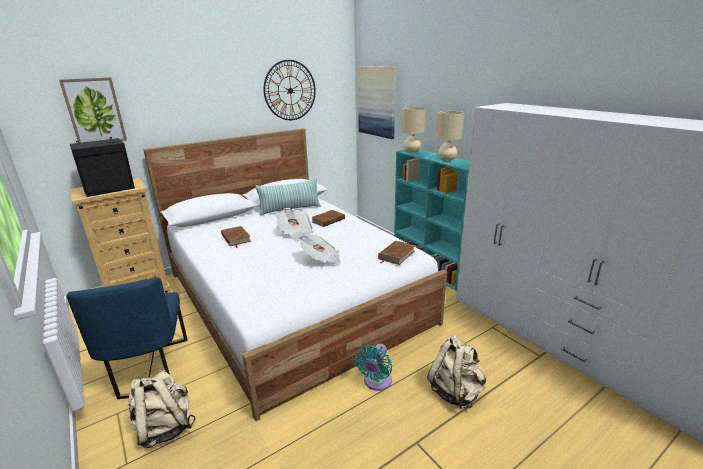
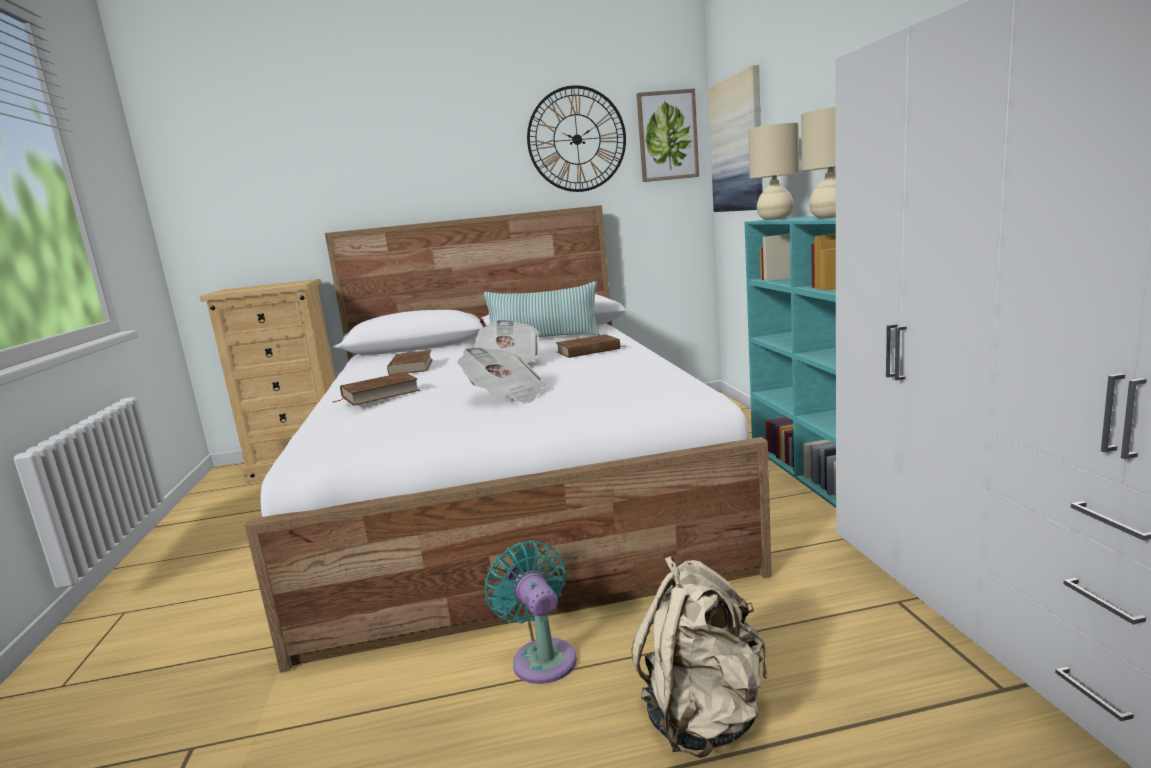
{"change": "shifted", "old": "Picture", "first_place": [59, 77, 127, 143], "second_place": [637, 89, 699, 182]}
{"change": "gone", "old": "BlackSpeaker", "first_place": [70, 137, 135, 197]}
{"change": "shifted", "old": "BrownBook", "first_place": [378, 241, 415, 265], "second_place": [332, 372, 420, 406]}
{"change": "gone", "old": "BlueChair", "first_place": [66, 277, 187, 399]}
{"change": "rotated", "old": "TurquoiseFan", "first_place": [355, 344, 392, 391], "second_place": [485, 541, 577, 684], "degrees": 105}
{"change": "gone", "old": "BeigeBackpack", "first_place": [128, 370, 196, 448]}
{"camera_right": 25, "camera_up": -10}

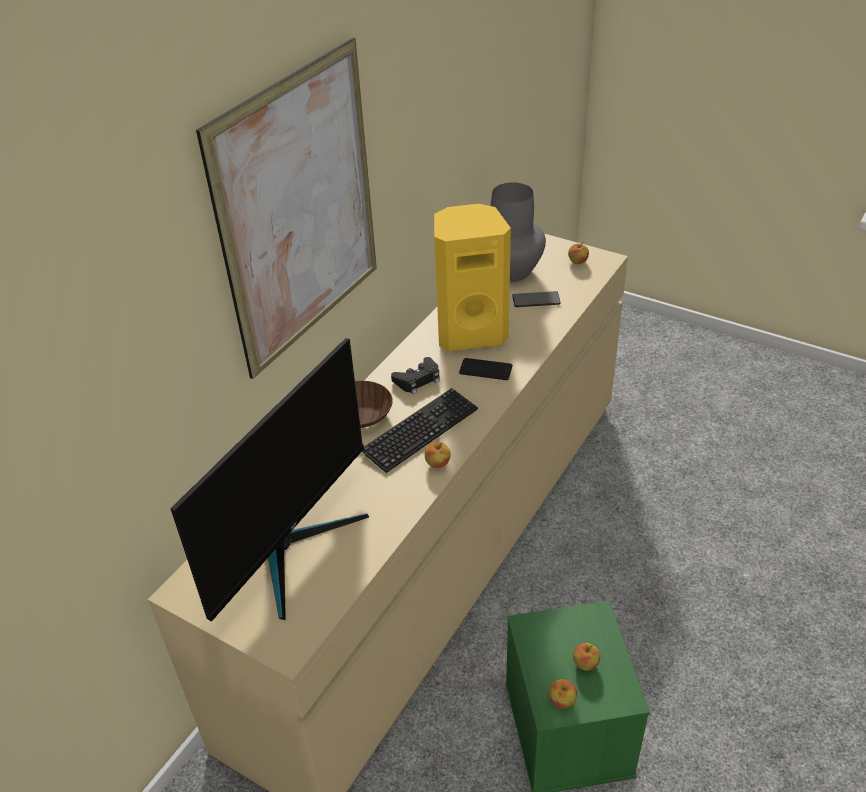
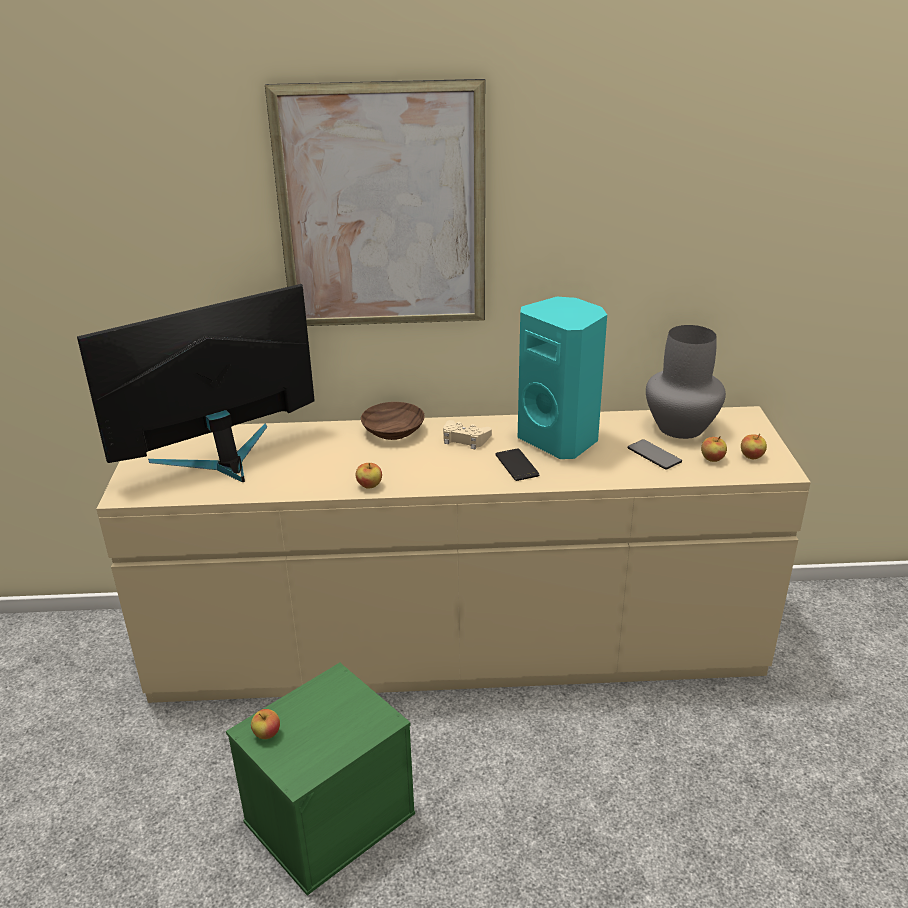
{"change": "repainted", "old": "YellowSpeaker", "new": "TurquoiseSpeaker", "first_place": [434, 204, 511, 351], "second_place": [518, 297, 607, 459]}
{"change": "rotated", "old": "Monitor", "first_place": [171, 338, 369, 621], "second_place": [77, 284, 315, 482], "degrees": 150}
{"change": "repainted", "old": "BlackGameController", "new": "BeigeGameController", "first_place": [391, 357, 440, 394], "second_place": [443, 420, 492, 449]}
{"change": "gone", "old": "Keyboard", "first_place": [362, 388, 478, 473]}
{"change": "shifted", "old": "Apple", "first_place": [573, 643, 600, 671], "second_place": [701, 436, 727, 462]}
{"camera_right": 55, "camera_up": -10}

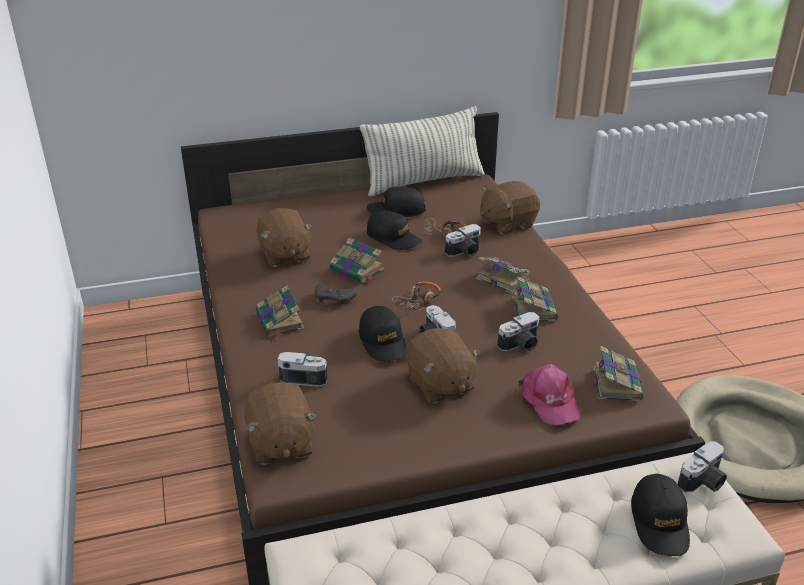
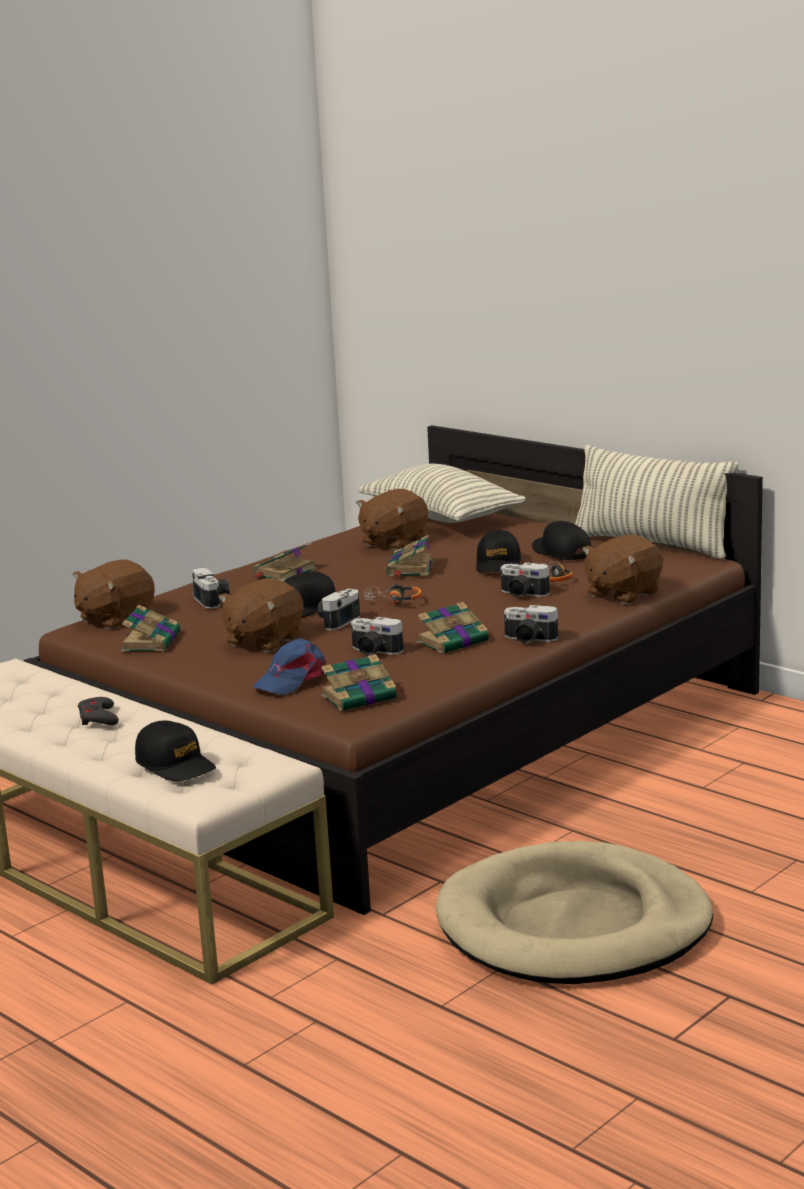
{"change": "rotated", "old": "BrownPlushToy", "first_place": [480, 181, 540, 235], "second_place": [582, 535, 663, 604], "degrees": -75}
{"change": "shifted", "old": "Book", "first_place": [476, 257, 531, 293], "second_place": [121, 605, 180, 652]}
{"change": "shifted", "old": "GreyGameController", "first_place": [315, 284, 357, 306], "second_place": [78, 697, 119, 725]}
{"change": "repainted", "old": "PinkCap", "new": "BlueCap", "first_place": [518, 364, 581, 425], "second_place": [252, 638, 326, 695]}
{"change": "shifted", "old": "PhotoCamera", "first_place": [678, 441, 727, 493], "second_place": [504, 605, 558, 644]}
{"change": "rotated", "old": "BlackCap", "first_place": [631, 474, 690, 556], "second_place": [135, 720, 216, 781], "degrees": -105}
{"change": "new", "new": "Pillow", "second_place": [358, 464, 526, 523]}
{"camera_right": 60, "camera_up": -15}

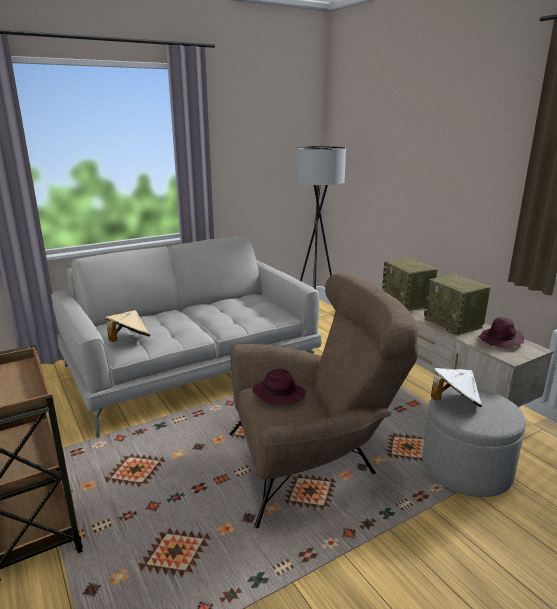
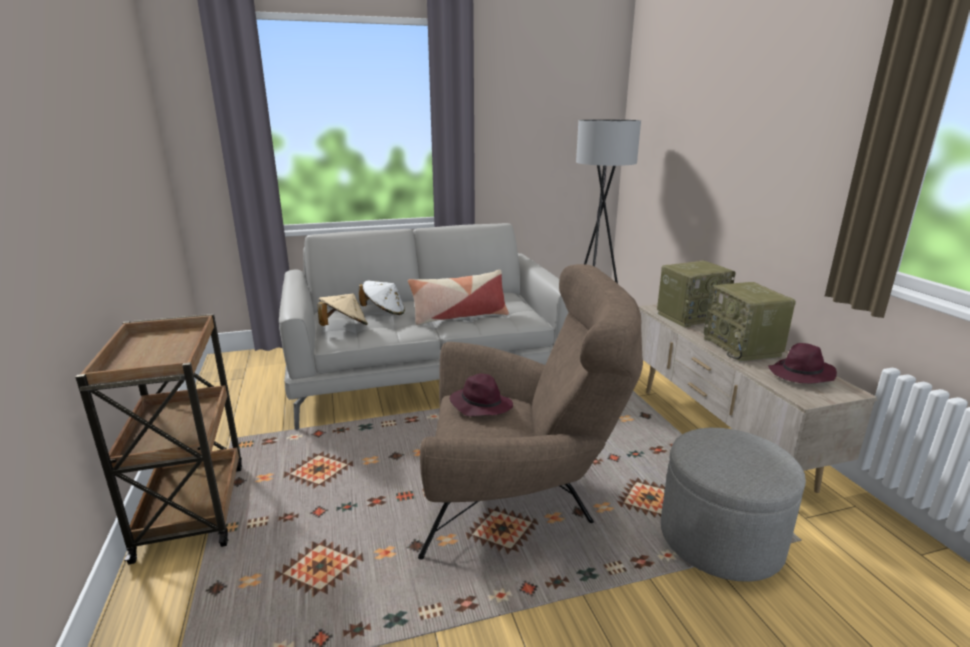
{"change": "rotated", "old": "Radio", "first_place": [382, 258, 437, 311], "second_place": [657, 260, 736, 328], "degrees": -105}
{"change": "shifted", "old": "WhiteHat", "first_place": [431, 368, 483, 407], "second_place": [358, 280, 405, 315]}
{"change": "new", "new": "Pillow", "second_place": [408, 270, 509, 325]}
{"camera_right": 15, "camera_up": 0}

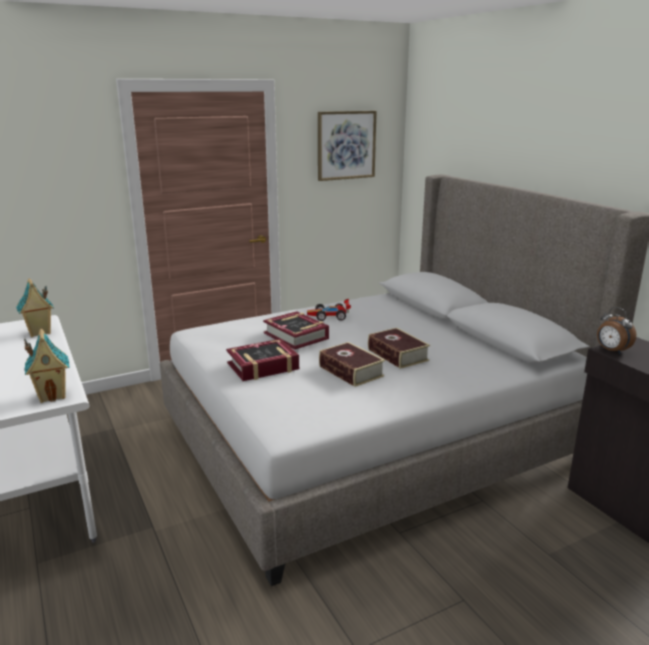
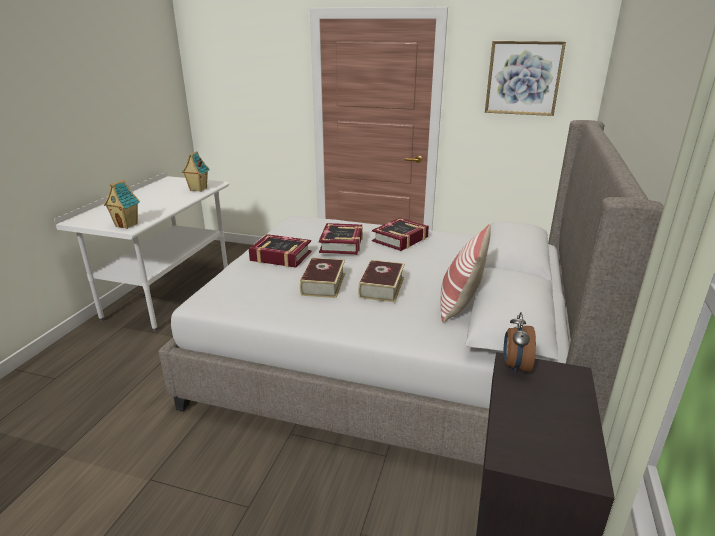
{"change": "swapped", "old": "ToyCar", "new": "Book", "first_place": [307, 299, 351, 321], "second_place": [372, 218, 429, 251]}
{"change": "new", "new": "Pillow", "second_place": [441, 224, 491, 323]}
{"camera_right": 45, "camera_up": 5}

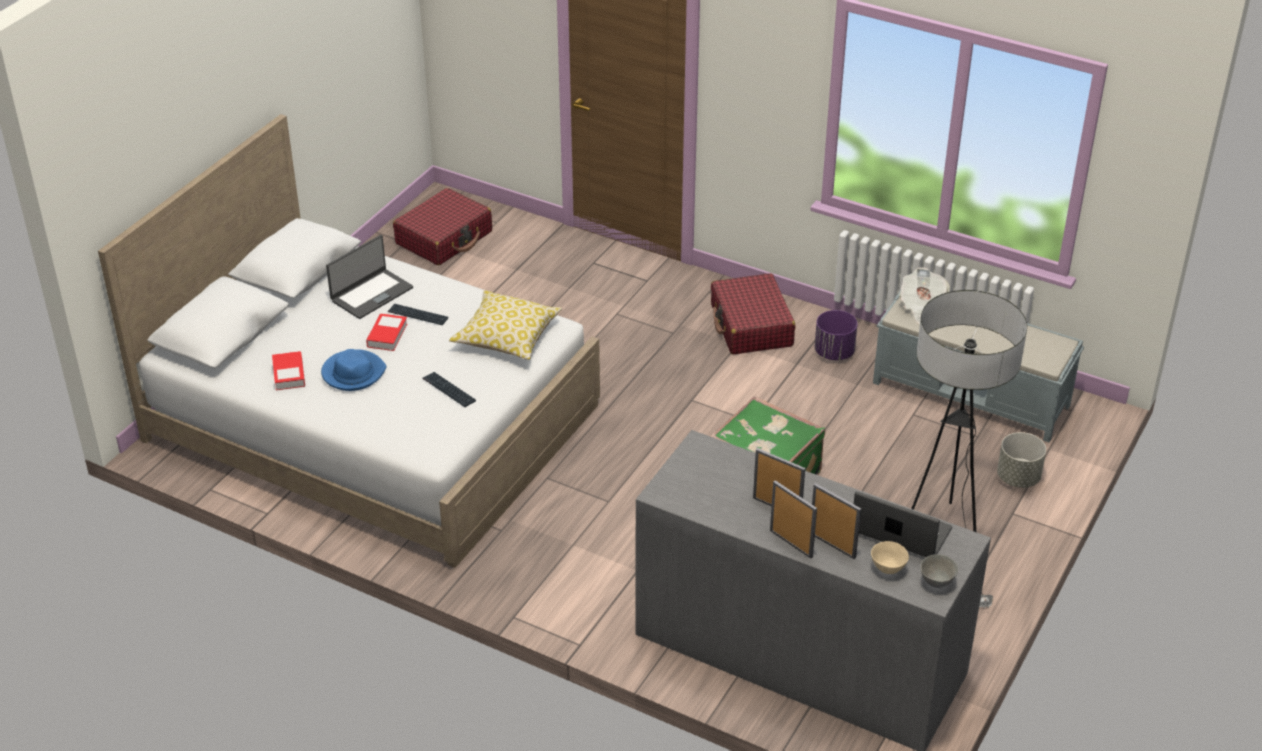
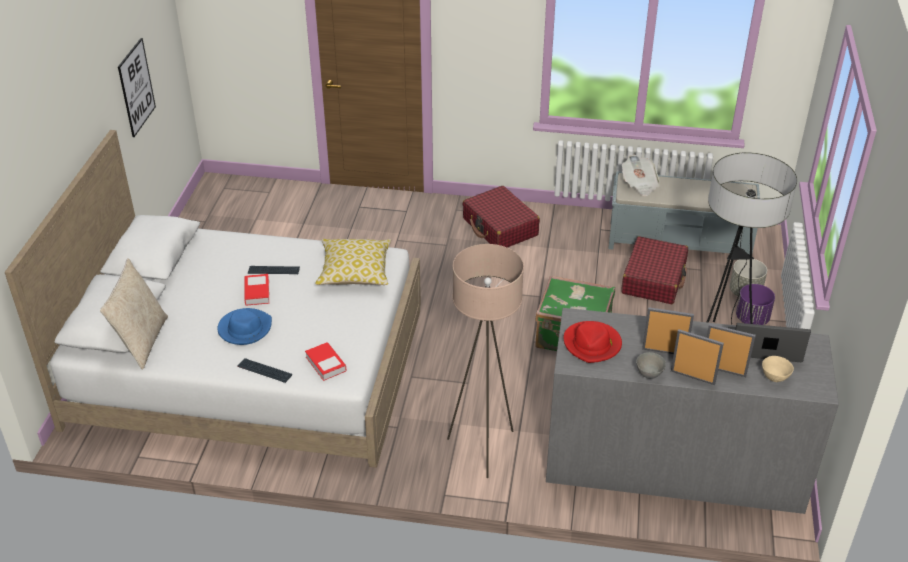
{"change": "shifted", "old": "RedSuitcase", "first_place": [393, 188, 492, 265], "second_place": [621, 236, 688, 304]}
{"change": "gone", "old": "Laptop", "first_place": [326, 235, 413, 319]}
{"change": "shifted", "old": "PurplePlanter", "first_place": [815, 310, 858, 360], "second_place": [736, 284, 775, 325]}
{"change": "shifted", "old": "Book", "first_place": [272, 351, 305, 390], "second_place": [305, 342, 347, 381]}
{"change": "shifted", "old": "Keyboard", "first_place": [422, 372, 476, 407], "second_place": [237, 358, 292, 383]}
{"change": "shifted", "old": "GreyBowl", "first_place": [921, 554, 958, 588], "second_place": [636, 352, 666, 379]}
{"change": "new", "new": "Picture", "second_place": [118, 38, 156, 137]}
{"change": "new", "new": "BeigeFloorLamp", "second_place": [447, 244, 524, 478]}
{"change": "new", "new": "BeigePillow", "second_place": [100, 258, 168, 370]}
{"change": "new", "new": "RedHat", "second_place": [563, 321, 622, 363]}
{"camera_right": -20, "camera_up": 0}

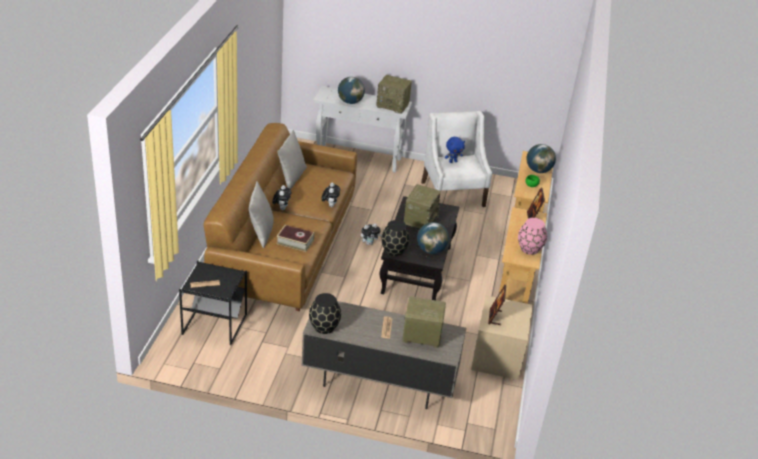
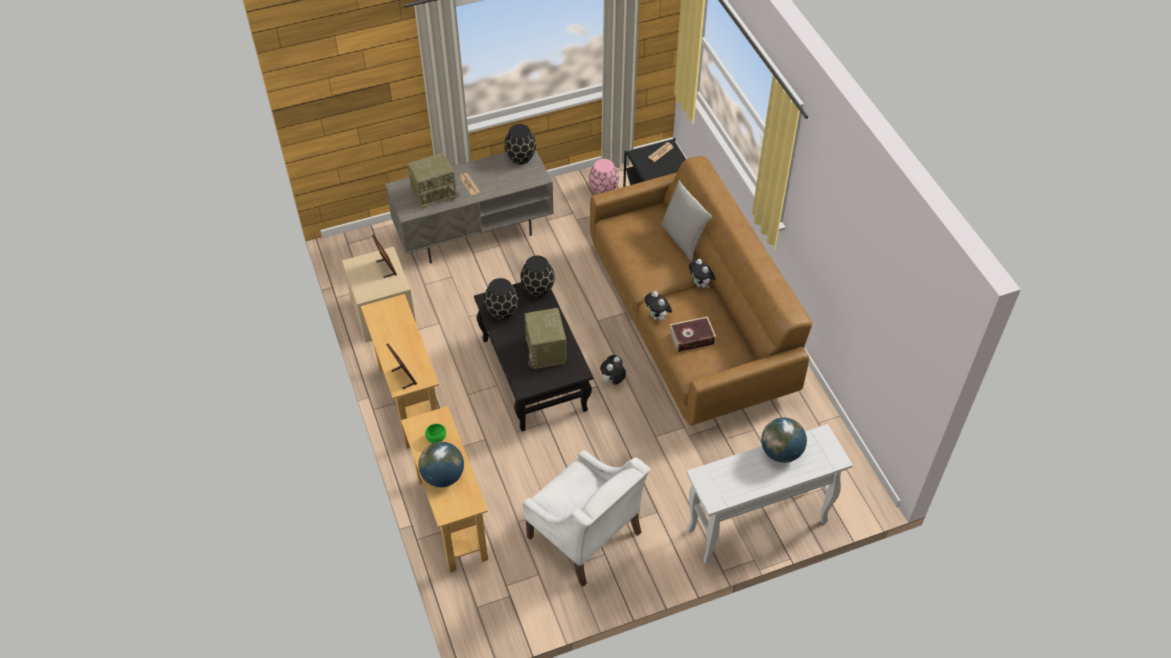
{"change": "gone", "old": "Radio", "first_place": [376, 75, 412, 114]}
{"change": "gone", "old": "GreyPillow", "first_place": [277, 130, 307, 189]}
{"change": "gone", "old": "BluePlushToy", "first_place": [445, 137, 465, 163]}
{"change": "shifted", "old": "PinkVase", "first_place": [518, 218, 547, 255], "second_place": [589, 159, 619, 194]}
{"change": "swapped", "old": "Globe", "new": "BlackVase", "first_place": [417, 222, 449, 254], "second_place": [484, 278, 519, 320]}
{"change": "shifted", "old": "Book", "first_place": [276, 225, 314, 252], "second_place": [669, 316, 716, 352]}
{"camera_right": 150, "camera_up": 15}

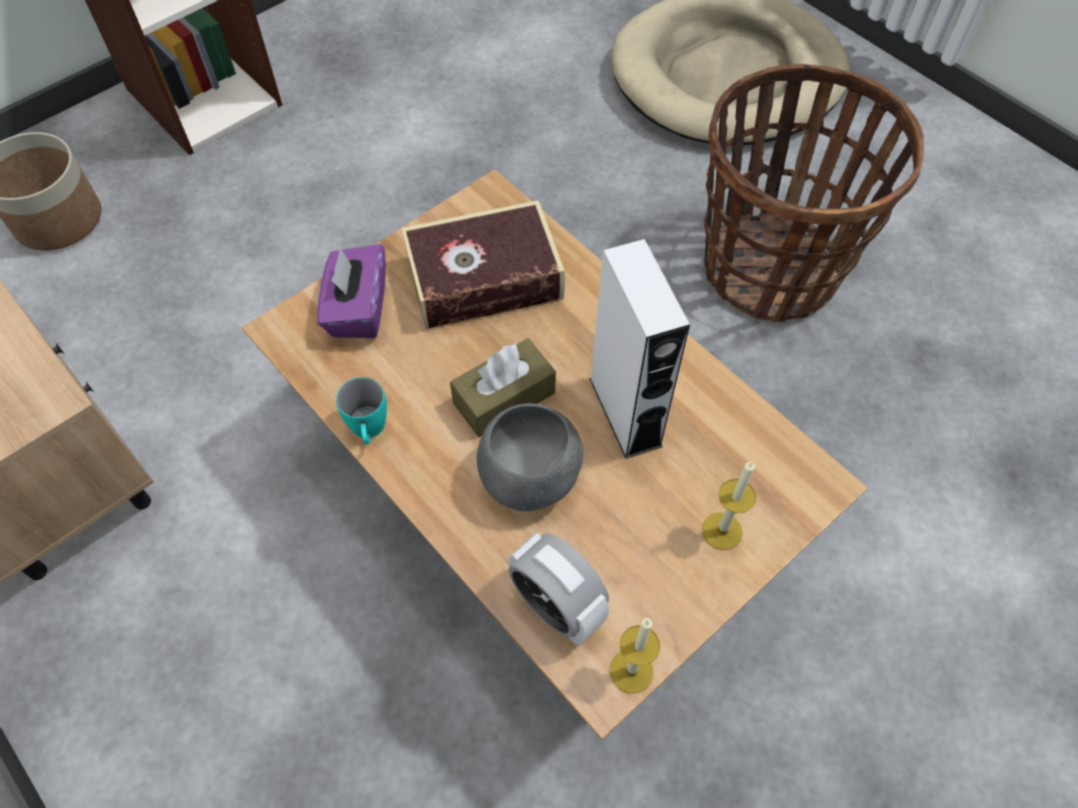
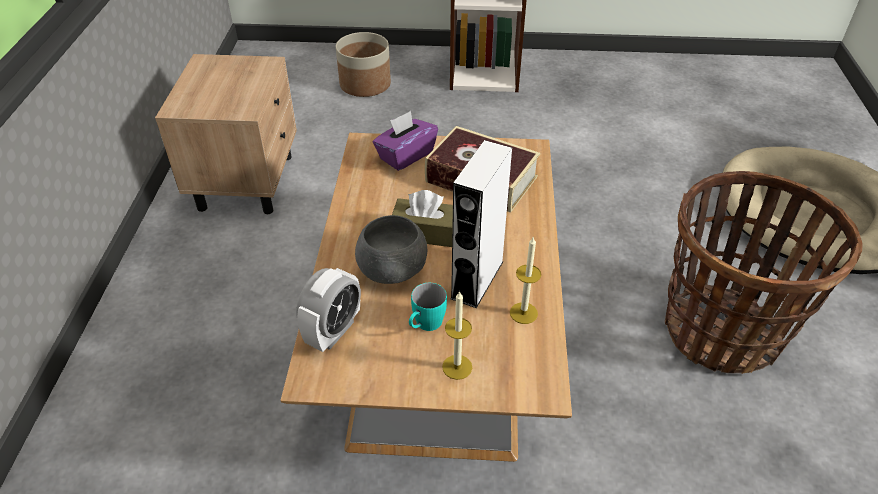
{"change": "shifted", "old": "TurquoiseMug", "first_place": [336, 377, 387, 445], "second_place": [409, 283, 447, 331]}
{"change": "rotated", "old": "AlarmClock", "first_place": [508, 533, 609, 647], "second_place": [296, 268, 361, 352], "degrees": -150}
{"change": "shifted", "old": "Candle", "first_place": [610, 618, 660, 693], "second_place": [510, 237, 541, 324]}
{"camera_right": 45, "camera_up": -15}

